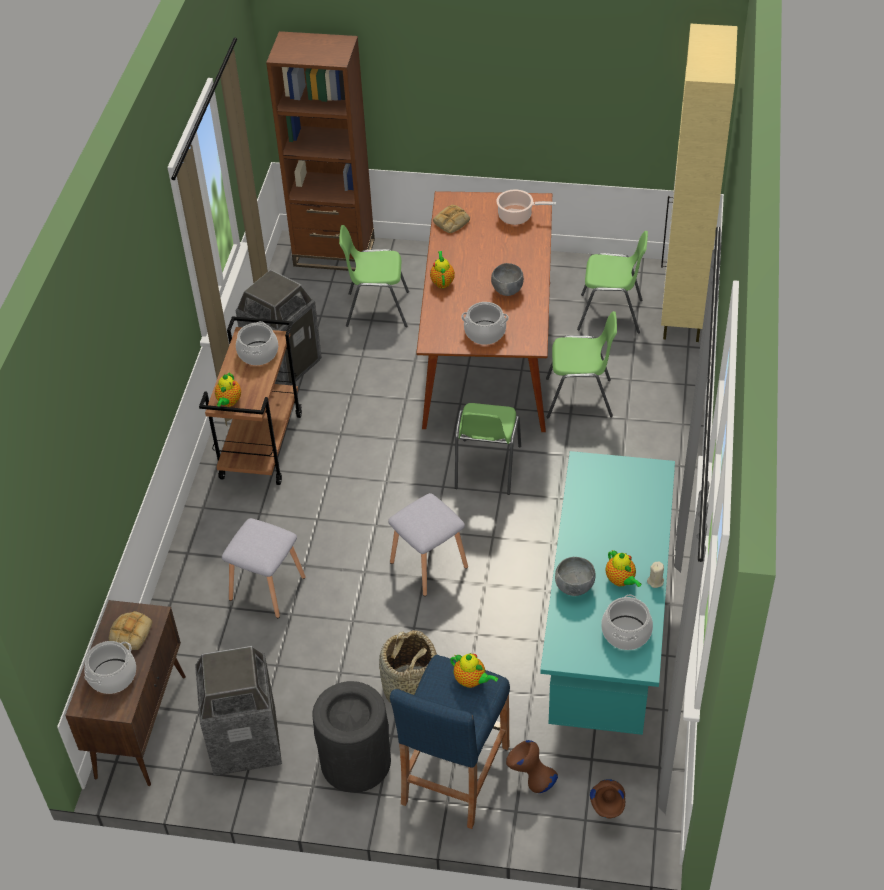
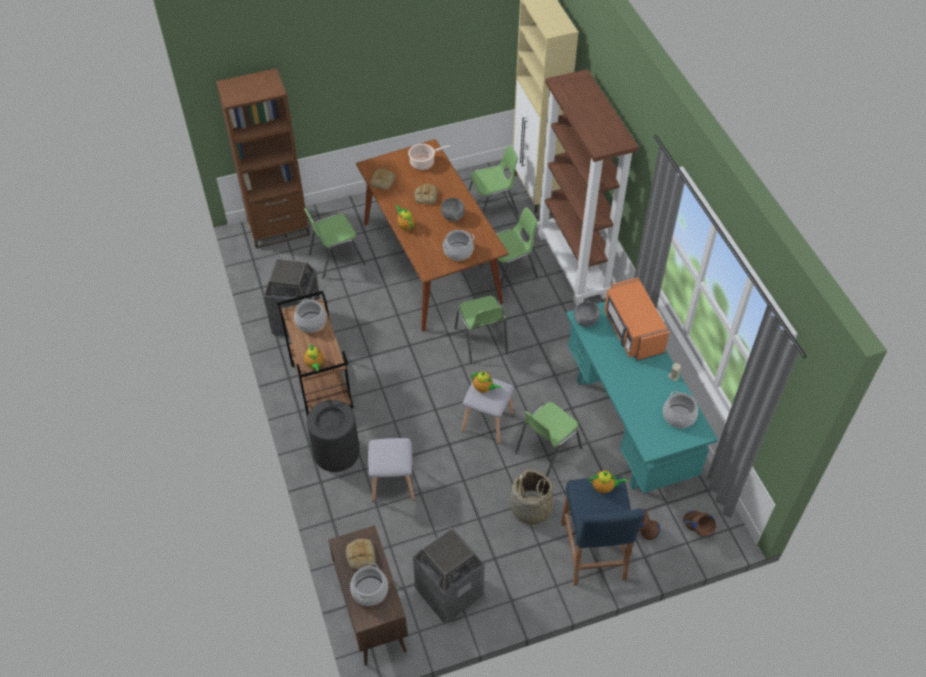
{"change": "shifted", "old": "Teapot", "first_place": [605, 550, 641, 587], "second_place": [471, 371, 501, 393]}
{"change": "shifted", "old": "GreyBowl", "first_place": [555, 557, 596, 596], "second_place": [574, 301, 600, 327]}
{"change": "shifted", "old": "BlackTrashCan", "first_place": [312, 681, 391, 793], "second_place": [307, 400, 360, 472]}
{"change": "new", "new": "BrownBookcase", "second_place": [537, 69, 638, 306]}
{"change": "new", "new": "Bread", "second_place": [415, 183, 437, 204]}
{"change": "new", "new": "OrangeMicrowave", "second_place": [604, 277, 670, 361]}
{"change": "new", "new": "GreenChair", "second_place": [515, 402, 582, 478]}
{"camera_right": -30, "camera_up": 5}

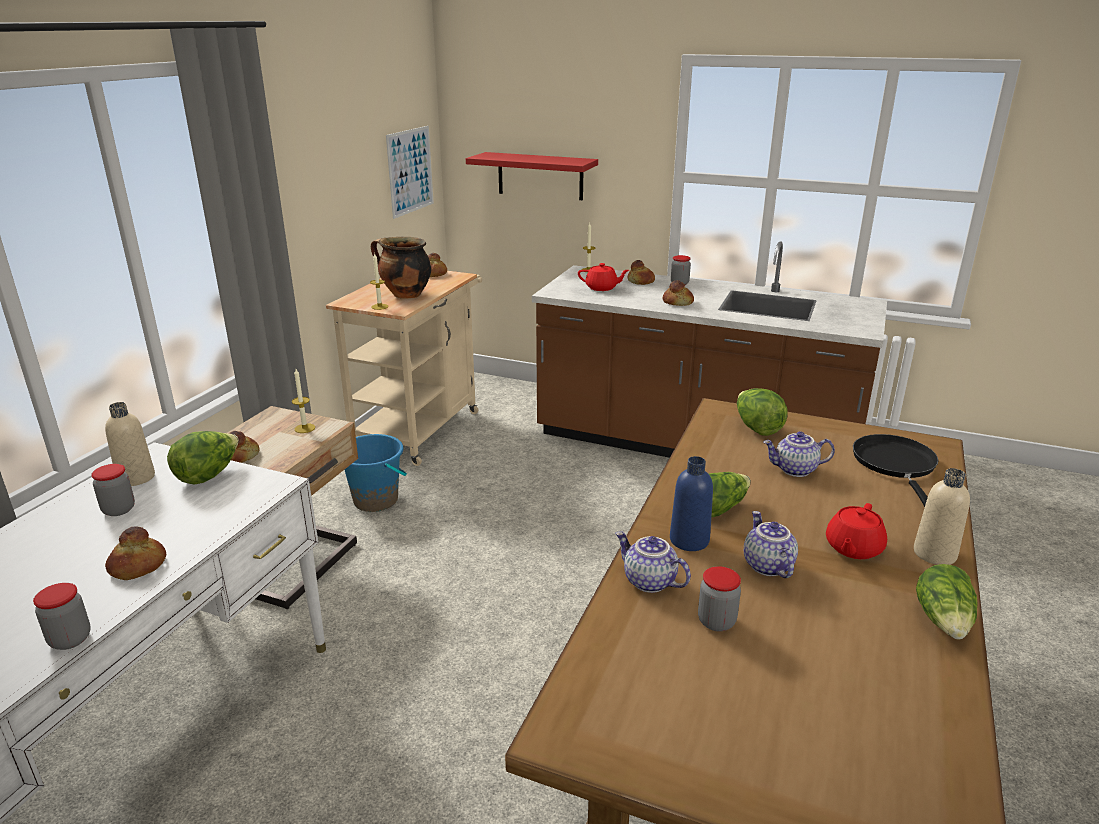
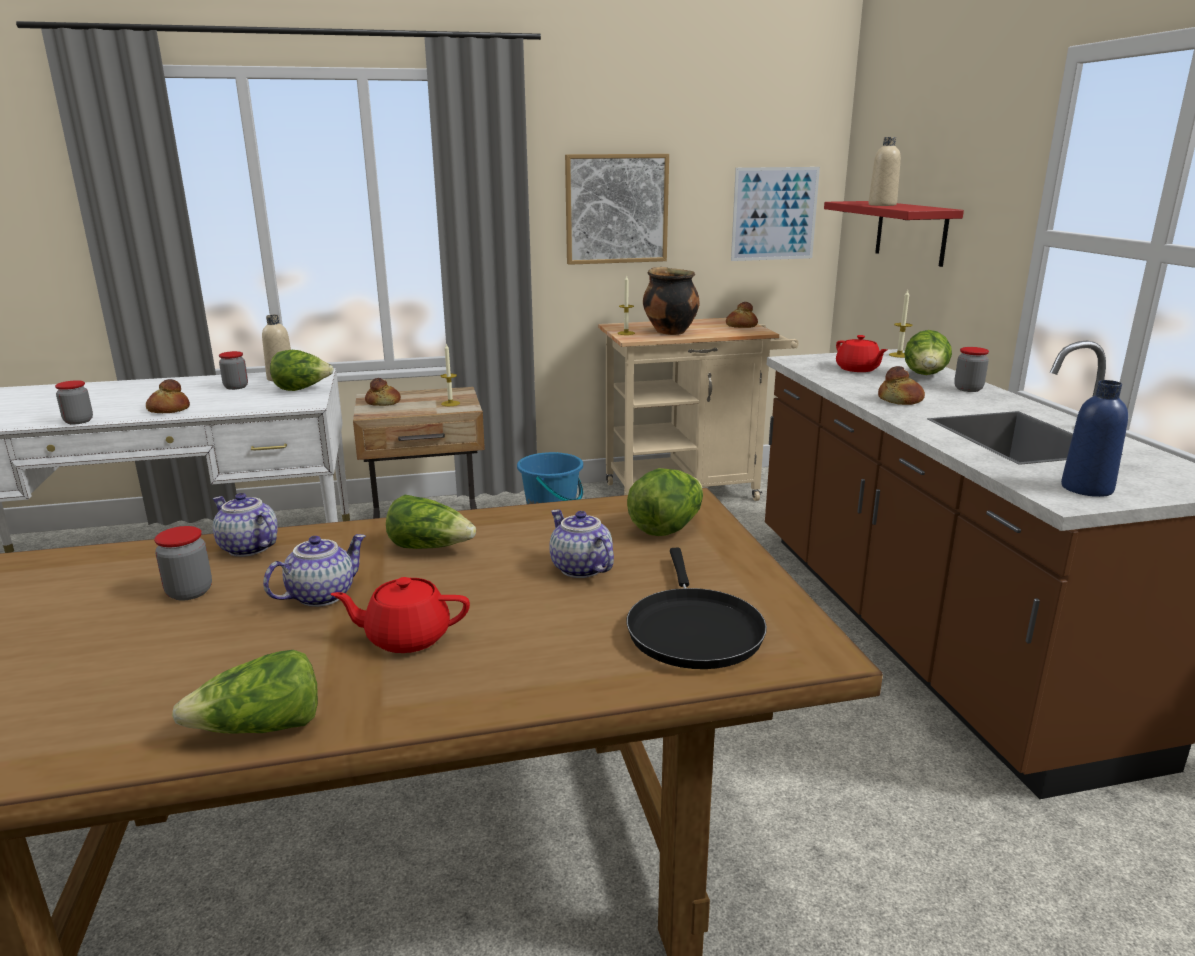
{"change": "swapped", "old": "Bread", "new": "Lettuce", "first_place": [628, 260, 655, 285], "second_place": [904, 330, 952, 375]}
{"change": "rotated", "old": "BlackFryingPan", "first_place": [853, 434, 938, 507], "second_place": [626, 548, 767, 669], "degrees": 120}
{"change": "shifted", "old": "BlueBottle", "first_place": [670, 456, 713, 551], "second_place": [1061, 380, 1128, 497]}
{"change": "shifted", "old": "BeigeBottle", "first_place": [914, 468, 970, 565], "second_place": [868, 137, 901, 206]}
{"change": "rotated", "old": "Teapot", "first_place": [615, 531, 691, 593], "second_place": [213, 493, 278, 557], "degrees": -60}
{"change": "new", "new": "Picture", "second_place": [565, 154, 669, 265]}
{"camera_right": 55, "camera_up": -5}

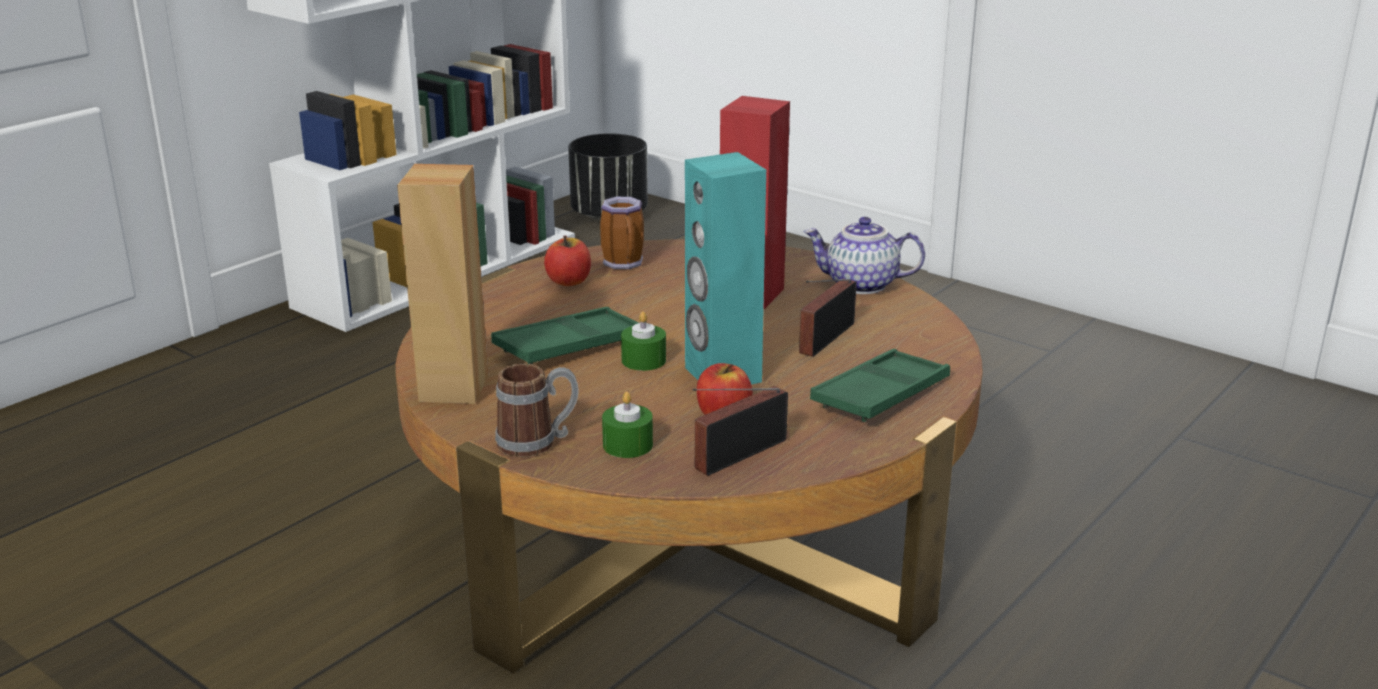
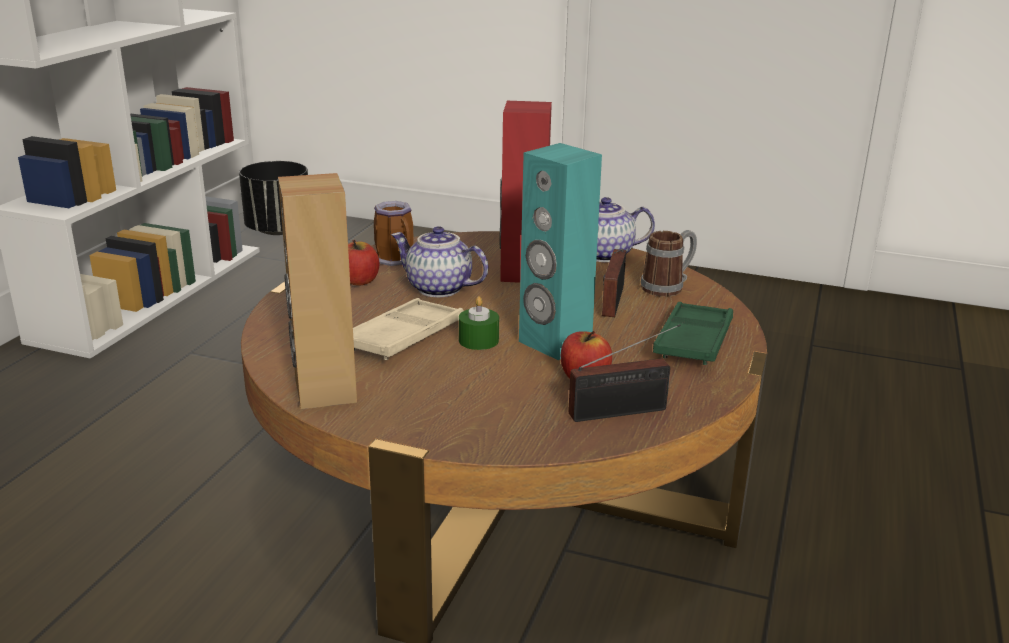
{"change": "repainted", "old": "GreenTray", "new": "BeigeTray", "first_place": [491, 307, 638, 364], "second_place": [353, 298, 464, 360]}
{"change": "shifted", "old": "Mug", "first_place": [495, 363, 578, 457], "second_place": [641, 230, 697, 297]}
{"change": "rotated", "old": "Radio", "first_place": [693, 386, 788, 476], "second_place": [568, 324, 681, 422], "degrees": -135}
{"change": "gone", "old": "GreenCandle", "first_place": [602, 392, 653, 458]}
{"change": "new", "new": "Teapot", "second_place": [391, 226, 488, 297]}
{"camera_right": -20, "camera_up": 0}

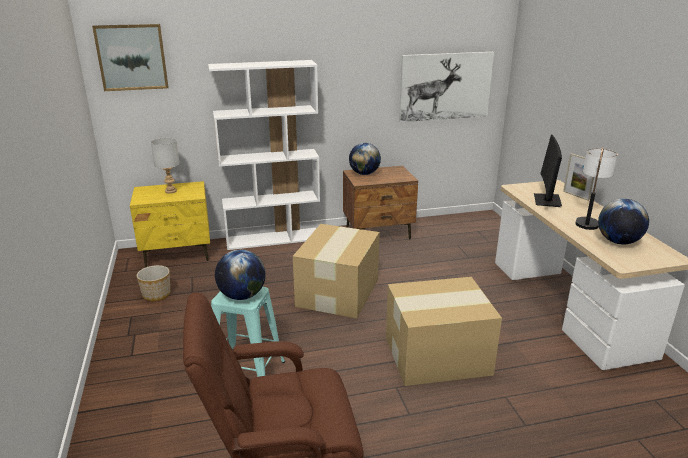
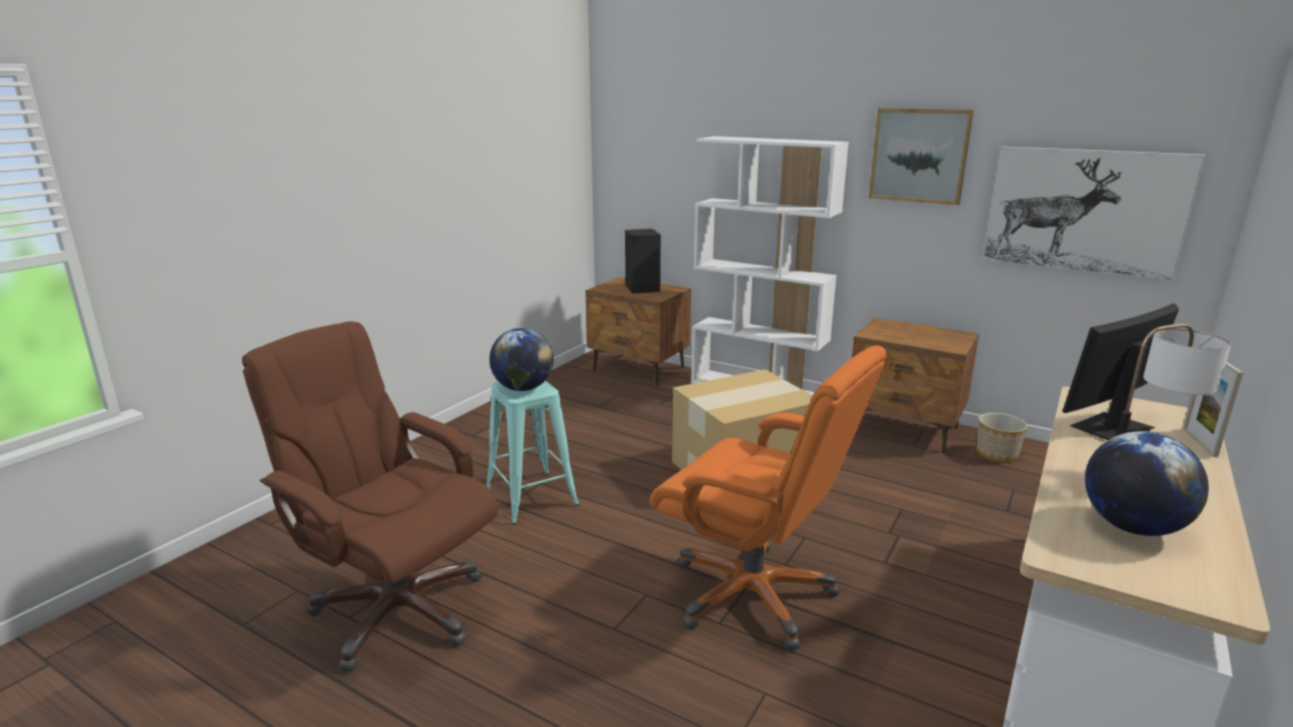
{"change": "shifted", "old": "Picture", "first_place": [92, 24, 169, 91], "second_place": [869, 108, 973, 205]}
{"change": "swapped", "old": "GreyTableLamp", "new": "BlackSpeaker", "first_place": [151, 138, 180, 194], "second_place": [625, 229, 661, 294]}
{"change": "gone", "old": "Globe", "first_place": [349, 143, 381, 175]}
{"change": "repainted", "old": "YellowNightstand", "new": "BrownNightstand", "first_place": [130, 181, 210, 268], "second_place": [586, 277, 691, 386]}
{"change": "shifted", "old": "Planter", "first_place": [137, 265, 170, 301], "second_place": [977, 413, 1028, 462]}
{"change": "swapped", "old": "CardboardBox", "new": "OrangeOfficeChair", "first_place": [386, 277, 502, 386], "second_place": [650, 345, 887, 651]}
{"camera_right": 45, "camera_up": -5}

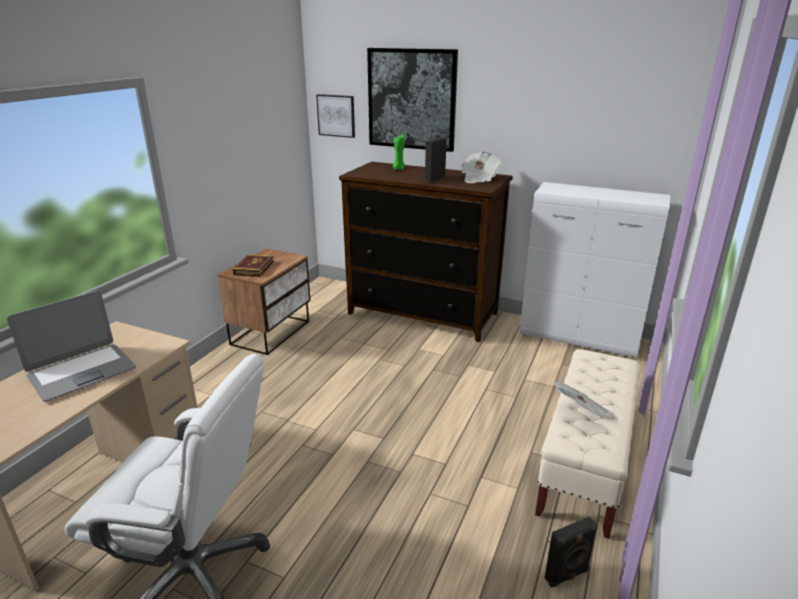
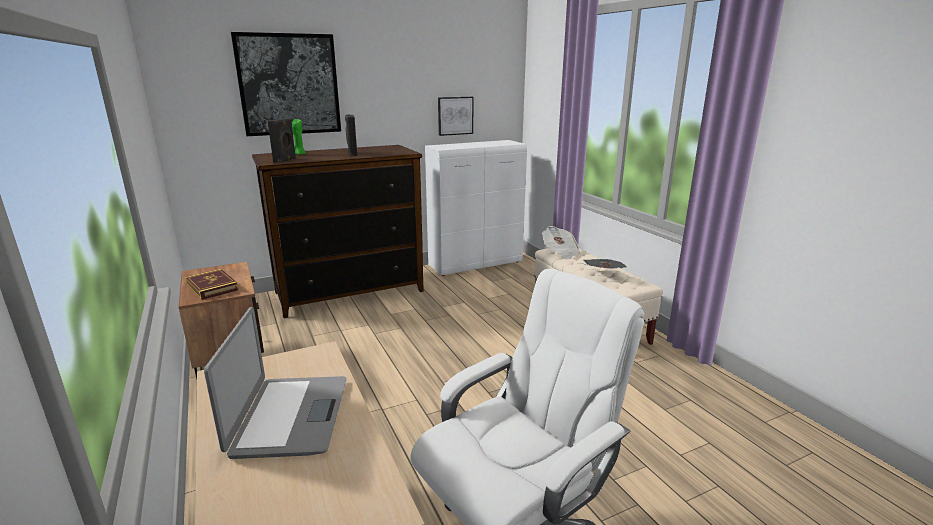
{"change": "shifted", "old": "Picture", "first_place": [316, 94, 355, 138], "second_place": [438, 97, 473, 136]}
{"change": "shifted", "old": "Newspaper", "first_place": [461, 151, 502, 183], "second_place": [542, 226, 580, 260]}
{"change": "shifted", "old": "BlackSpeaker", "first_place": [545, 516, 598, 587], "second_place": [268, 118, 296, 163]}
{"camera_right": -50, "camera_up": -5}

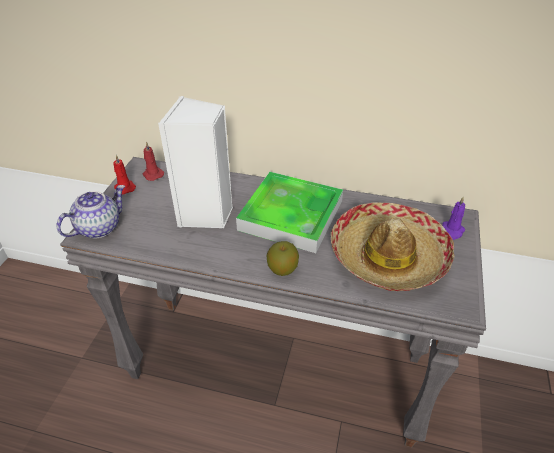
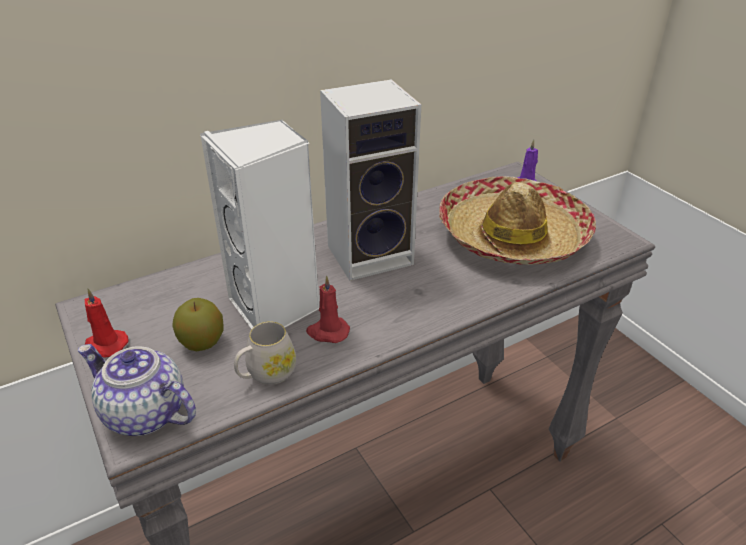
{"change": "shifted", "old": "RedCandle", "first_place": [143, 142, 164, 181], "second_place": [306, 275, 350, 343]}
{"change": "swapped", "old": "Tray", "new": "Speaker", "first_place": [236, 172, 343, 253], "second_place": [320, 79, 421, 281]}
{"change": "rotated", "old": "Teapot", "first_place": [57, 185, 125, 238], "second_place": [78, 344, 196, 436], "degrees": -60}
{"change": "shifted", "old": "Apple", "first_place": [266, 241, 299, 276], "second_place": [172, 298, 224, 351]}
{"change": "new", "new": "WhiteMug", "second_place": [234, 321, 296, 385]}
{"camera_right": -45, "camera_up": -5}

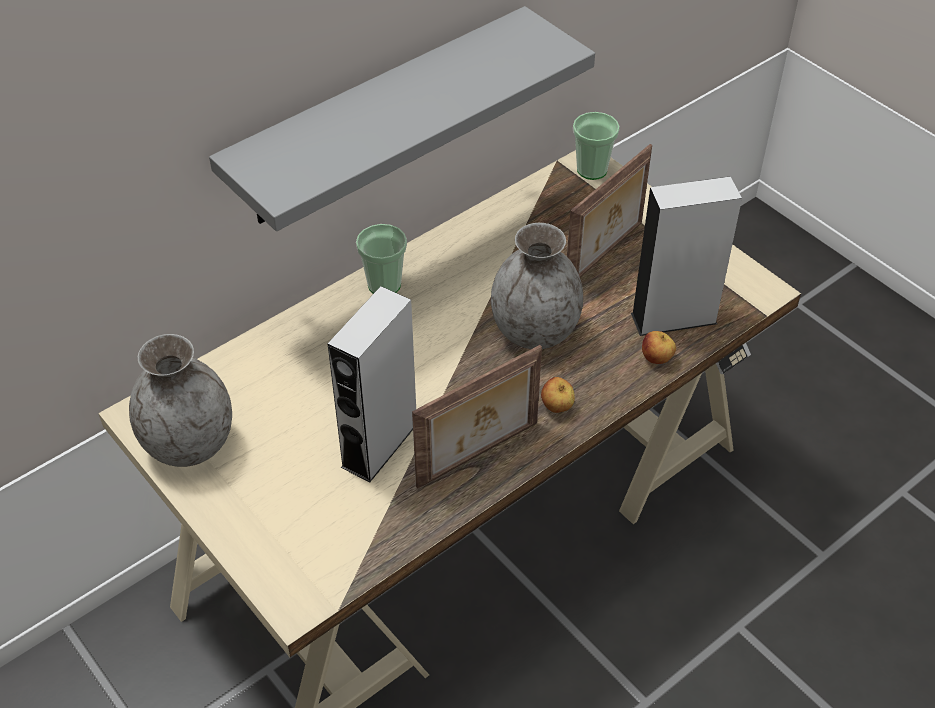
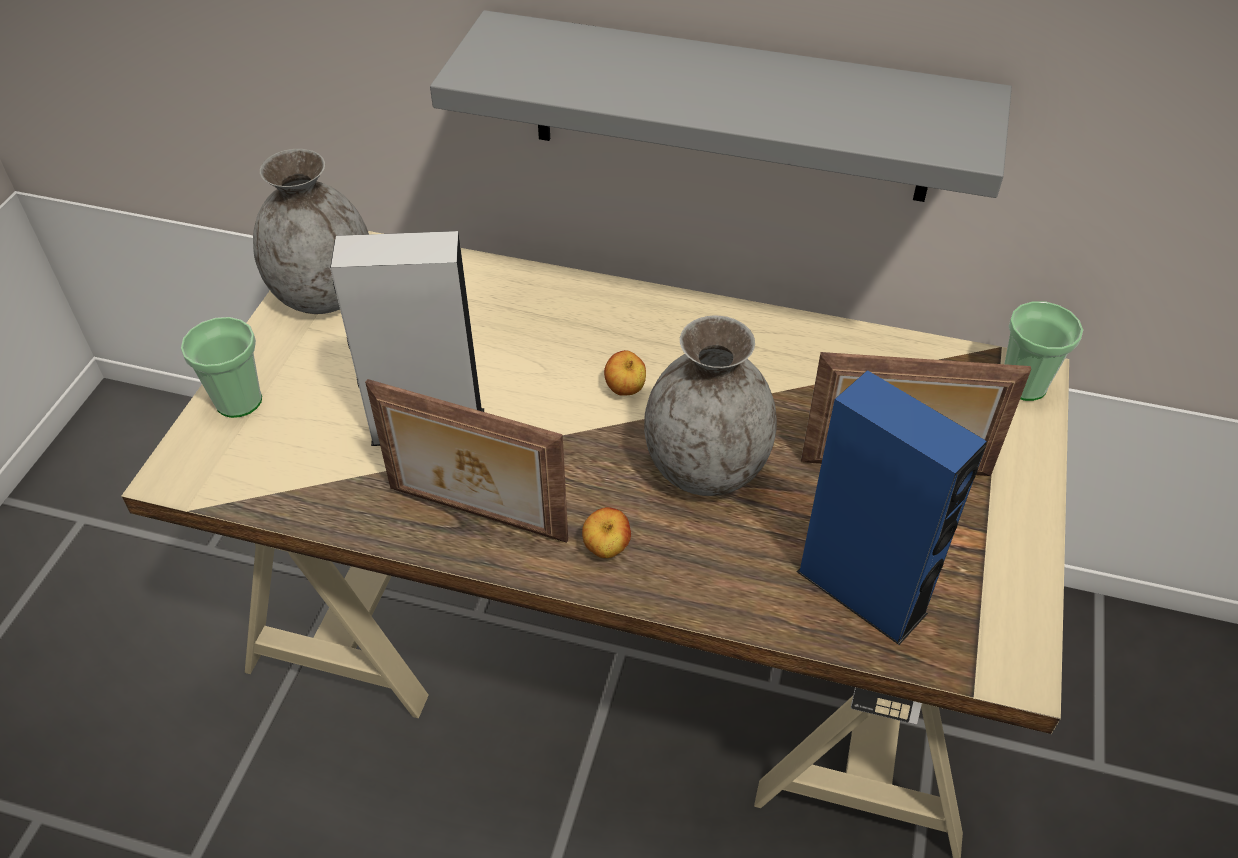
{"change": "repainted", "old": "GreySpeaker", "new": "BlueSpeaker", "first_place": [631, 176, 742, 336], "second_place": [797, 370, 987, 645]}
{"change": "shifted", "old": "Cup", "first_place": [356, 224, 407, 294], "second_place": [181, 317, 262, 418]}
{"change": "shifted", "old": "Apple", "first_place": [642, 331, 676, 364], "second_place": [604, 350, 646, 396]}
{"camera_right": 55, "camera_up": 0}

